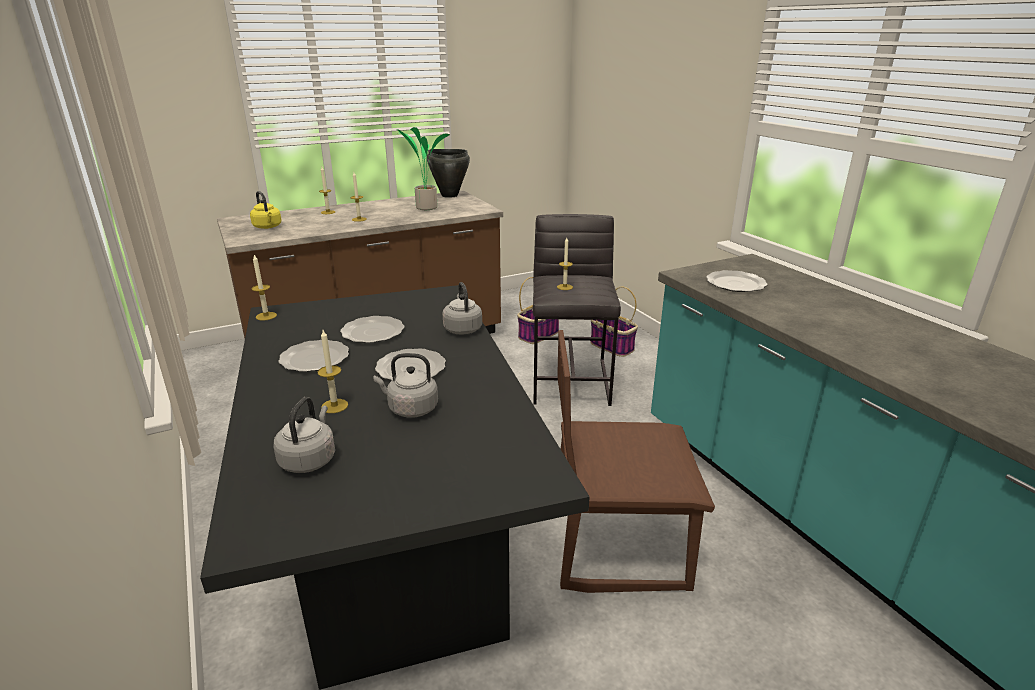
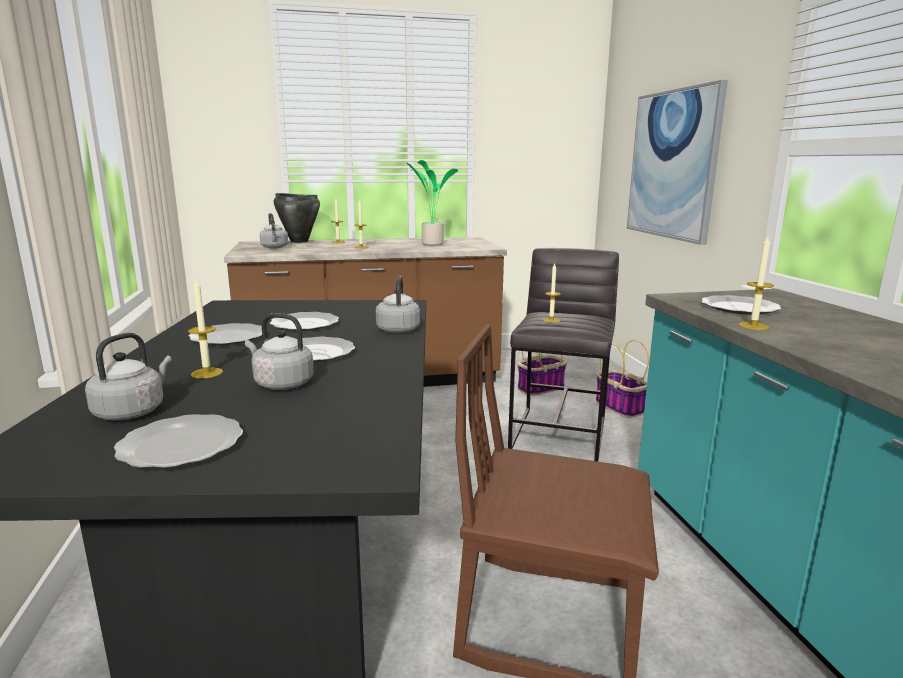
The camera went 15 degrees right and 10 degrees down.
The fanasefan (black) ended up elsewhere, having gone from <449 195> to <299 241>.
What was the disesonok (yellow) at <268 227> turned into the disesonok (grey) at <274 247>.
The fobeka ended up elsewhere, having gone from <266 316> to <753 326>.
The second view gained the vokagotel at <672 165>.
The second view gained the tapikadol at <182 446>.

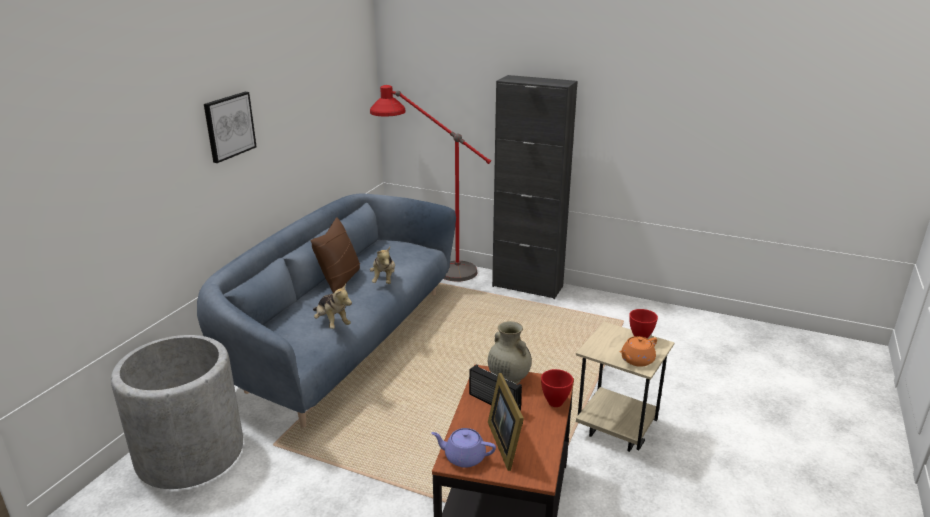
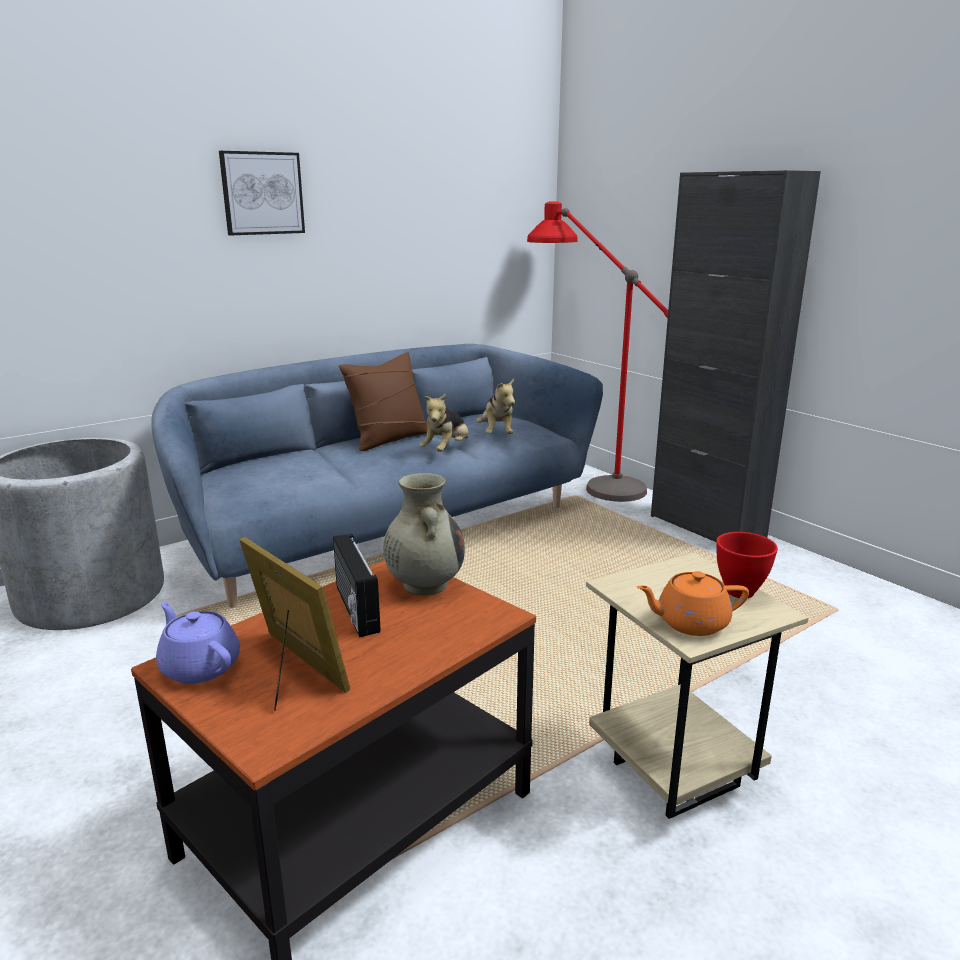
The camera went 30 degrees right and 5 degrees down.
The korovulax ended up elsewhere, having gone from <332 323> to <497 434>.
The second view lost the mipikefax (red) at <555 402>.
The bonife at <507 442> ended up facing another way, 120 degrees clockwise from before.

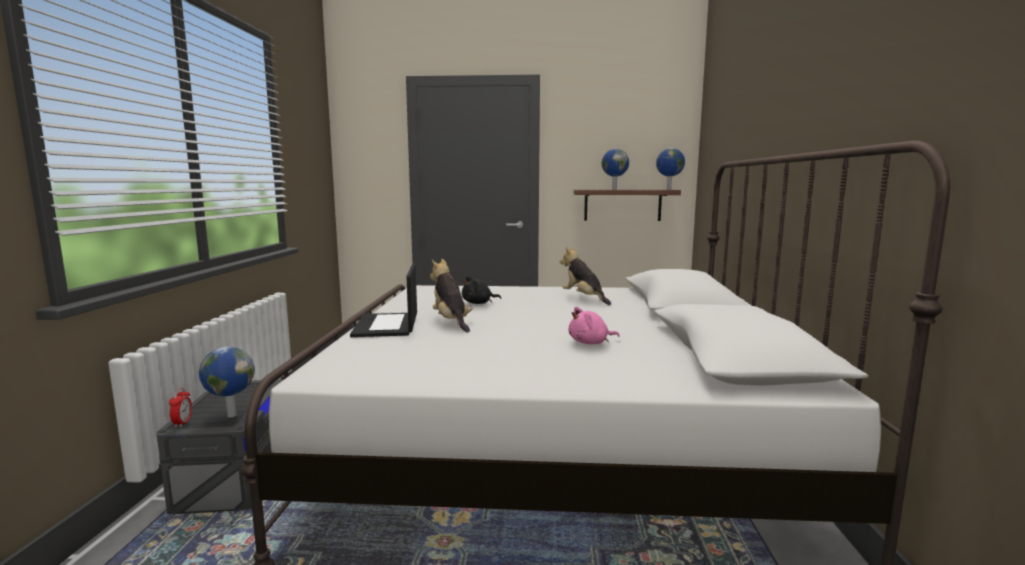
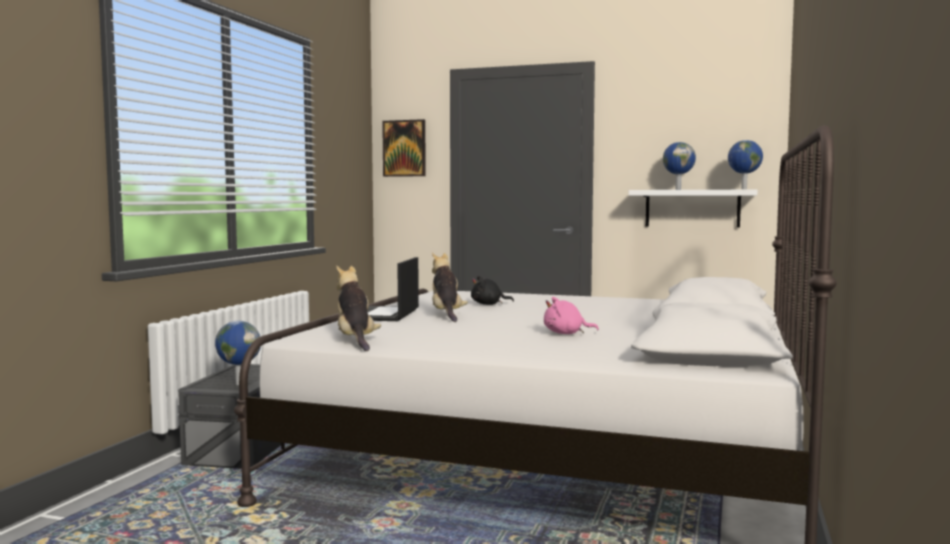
The camera went 15 degrees right and 5 degrees down.
What was the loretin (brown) at <622 205> turned into the loretin (white) at <692 208>.
The korovulax ended up elsewhere, having gone from <584 298> to <355 341>.
The second view lost the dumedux at <182 423>.
The second view gained the vokagotel at <404 148>.

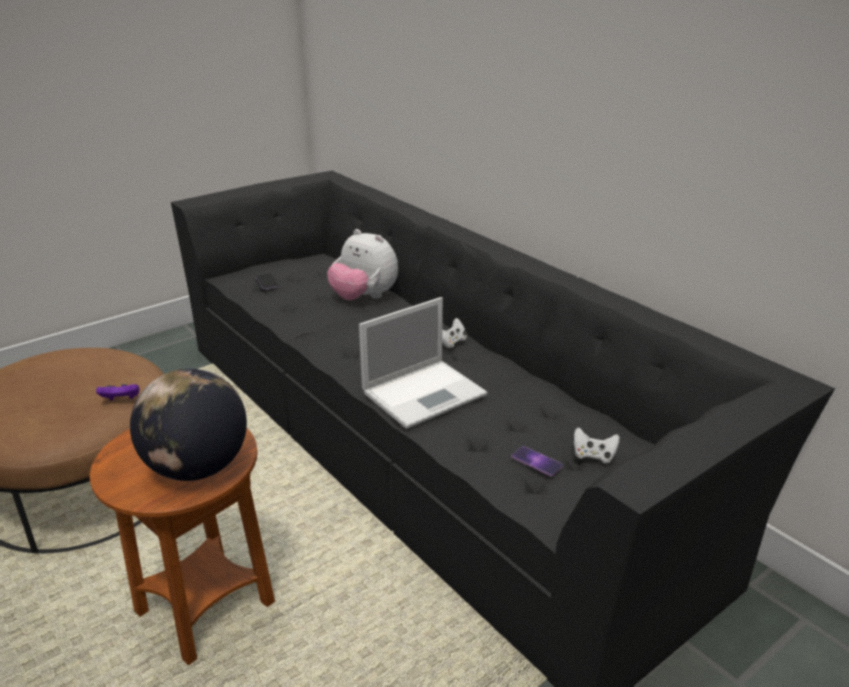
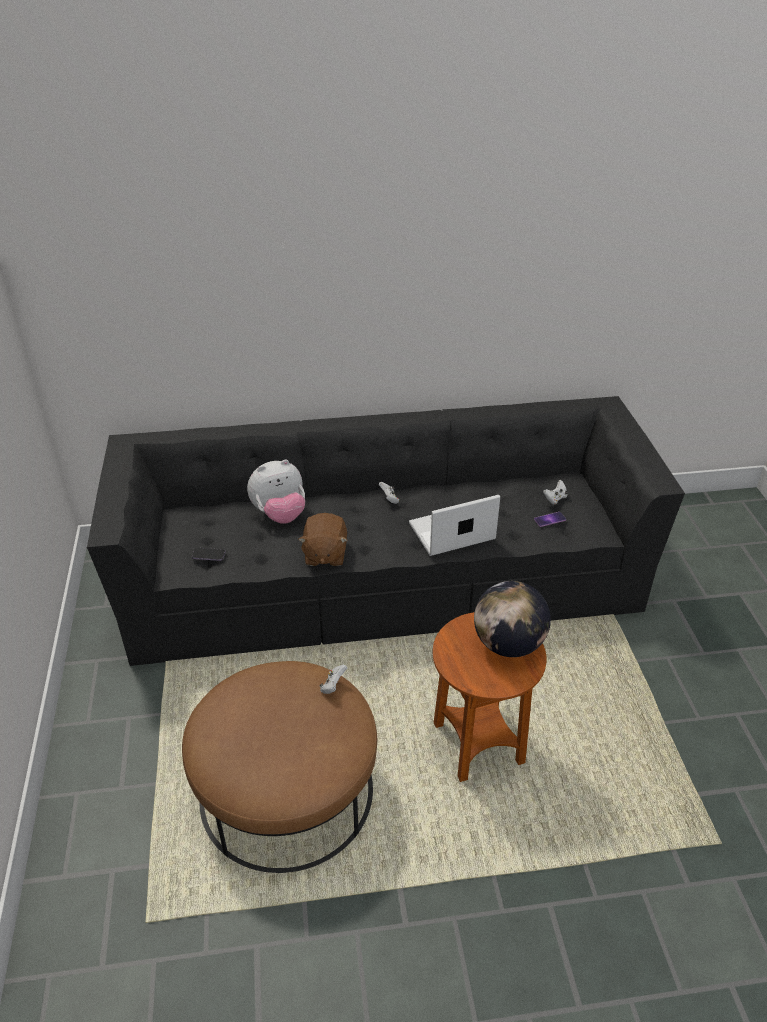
The camera went 60 degrees left and 10 degrees up.
The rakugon at <426 393> ended up facing another way, 105 degrees counterclockwise from before.
What was the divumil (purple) at <121 400> turned into the divumil (white) at <333 686>.
The second view gained the korovulax (brown) at <324 554>.

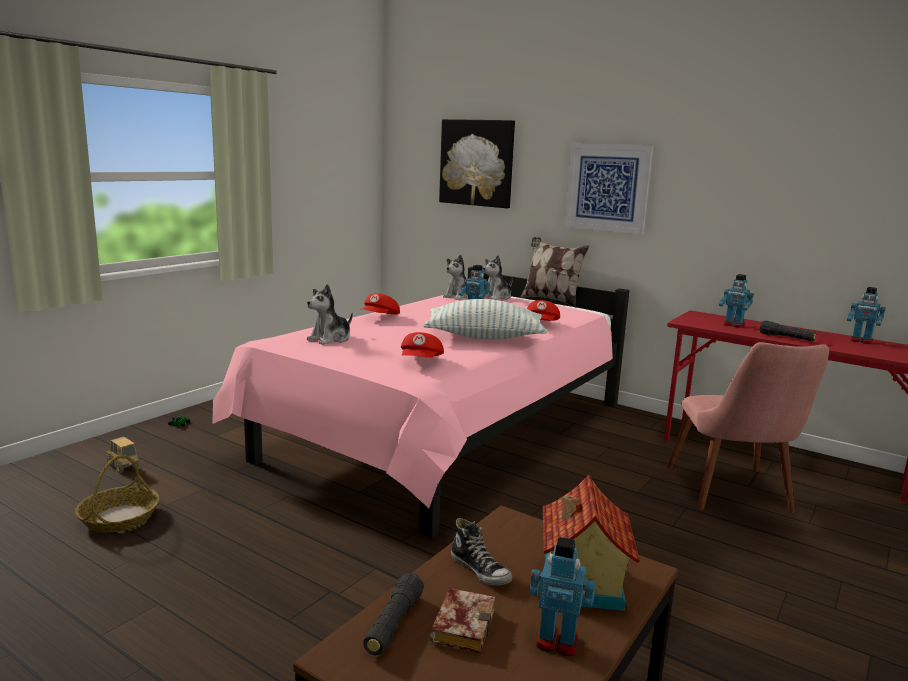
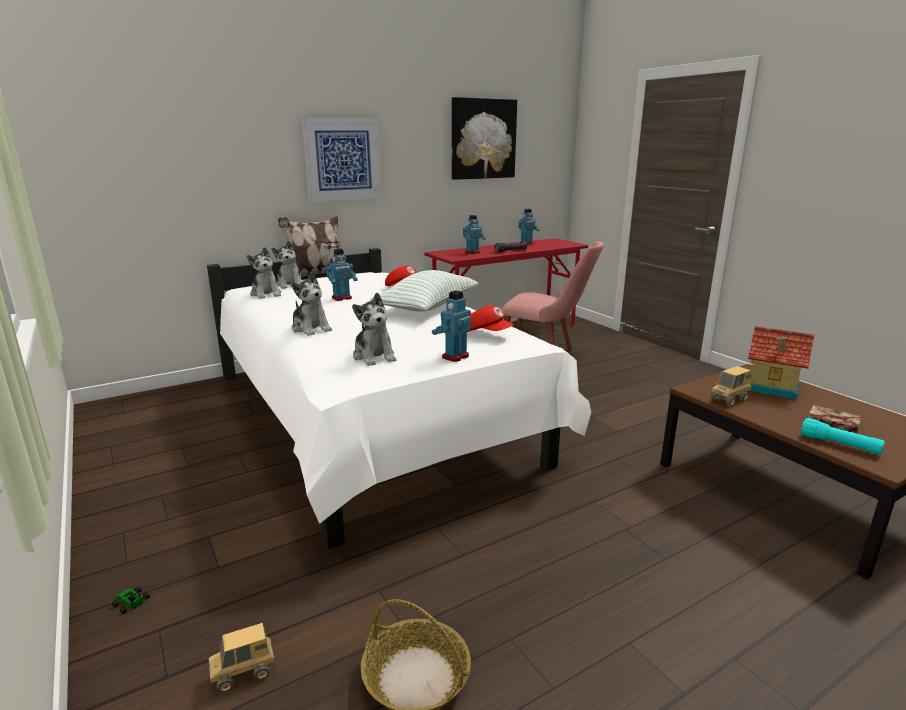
The camera went 65 degrees left and 5 degrees up.
The vokagotel ended up elsewhere, having gone from <477 163> to <483 139>.
What was the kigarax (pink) at <445 434> turned into the kigarax (white) at <370 421>.
Where the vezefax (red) stood at <380 317>, the korovulax came to stand at <311 328>.
The second view lost the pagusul at <480 570>.
The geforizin ended up elsewhere, having gone from <557 641> to <454 356>.
What was the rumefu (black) at <393 624> turned into the rumefu (turquoise) at <839 444>.
The second view gained the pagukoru at <729 400>.

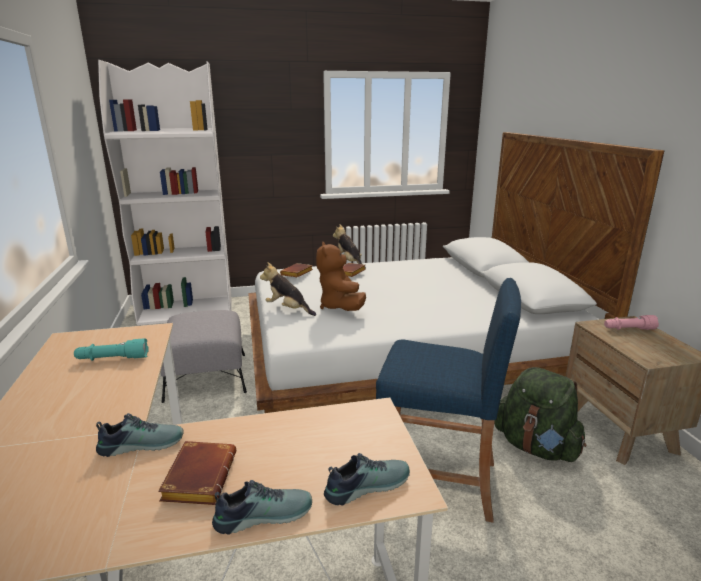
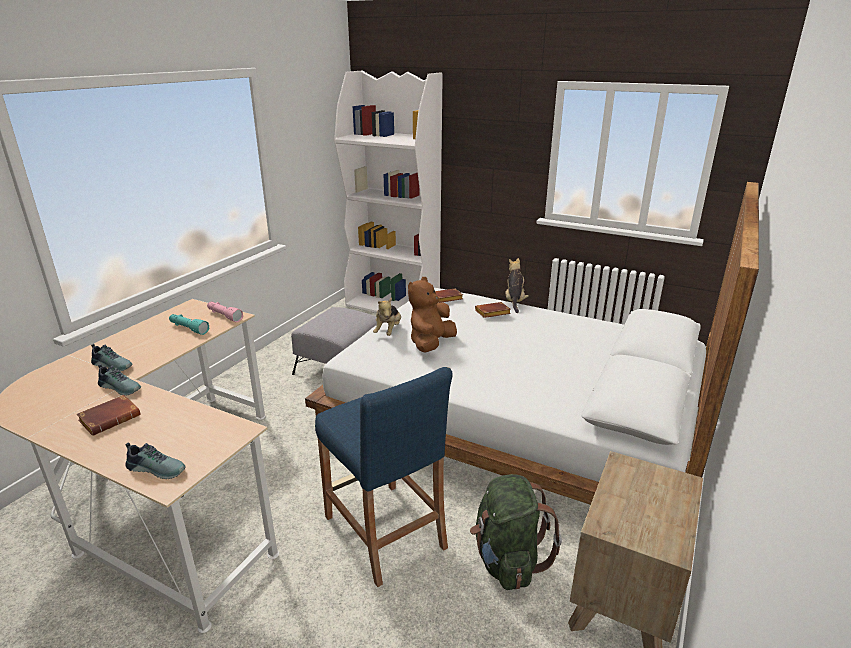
The camera went 40 degrees right and 5 degrees up.
The korovulax at <288 309> ended up facing another way, 150 degrees counterclockwise from before.
The rumefu (pink) ended up elsewhere, having gone from <628 329> to <224 316>.
The pagusul ended up elsewhere, having gone from <263 514> to <113 365>.

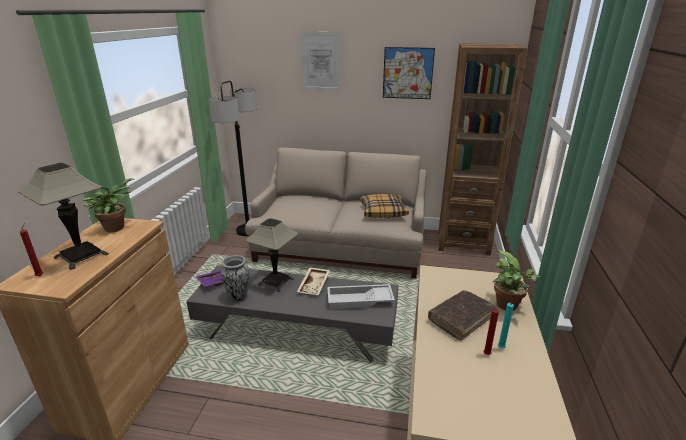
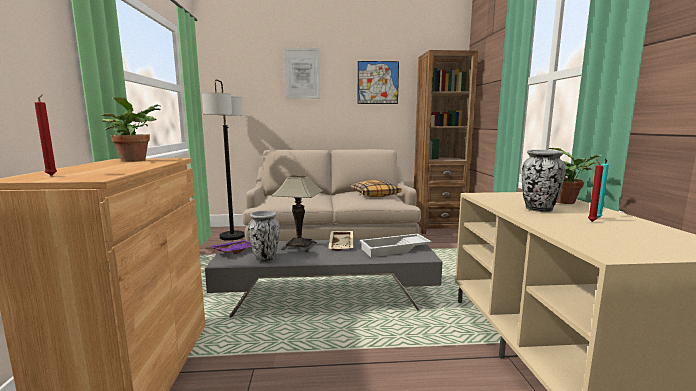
The camera went 15 degrees left and 15 degrees down.
The second view lost the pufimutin at <81 256>.
Where the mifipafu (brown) stood at <461 319>, the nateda came to stand at <538 209>.

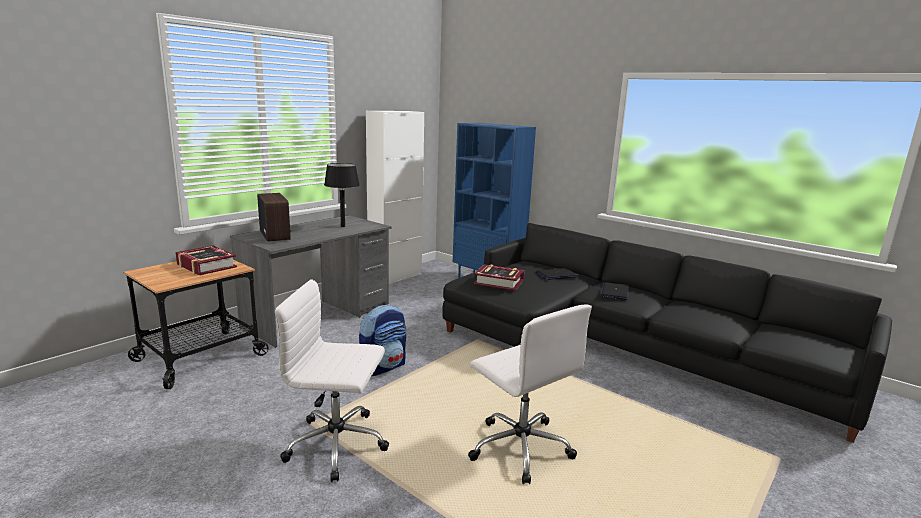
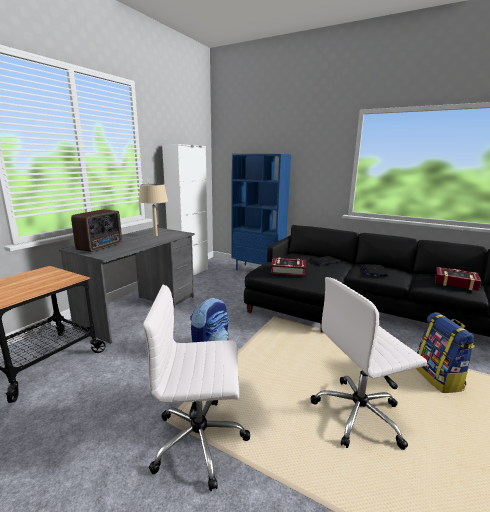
The camera went 10 degrees left and 0 degrees up.
What was the pufimutin (black) at <343 226> turned into the pufimutin (beige) at <156 235>.
The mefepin at <275 236> ended up facing another way, 60 degrees clockwise from before.
The mifipafu ended up elsewhere, having gone from <206 266> to <455 282>.
The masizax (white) at <520 447> ended up facing another way, 120 degrees clockwise from before.
The second view gained the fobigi at <439 378>.

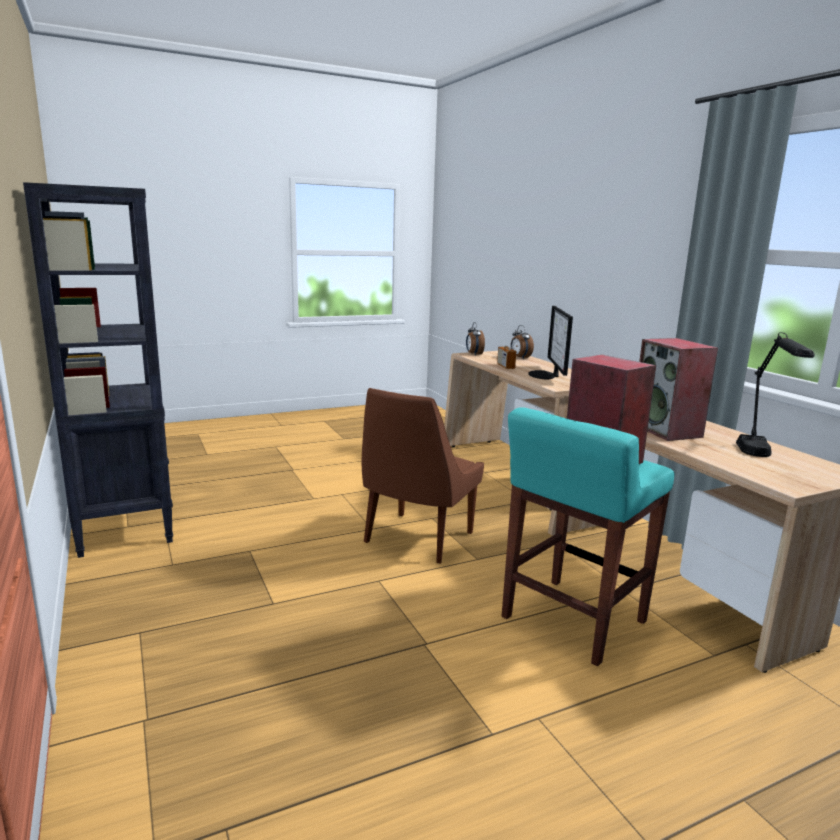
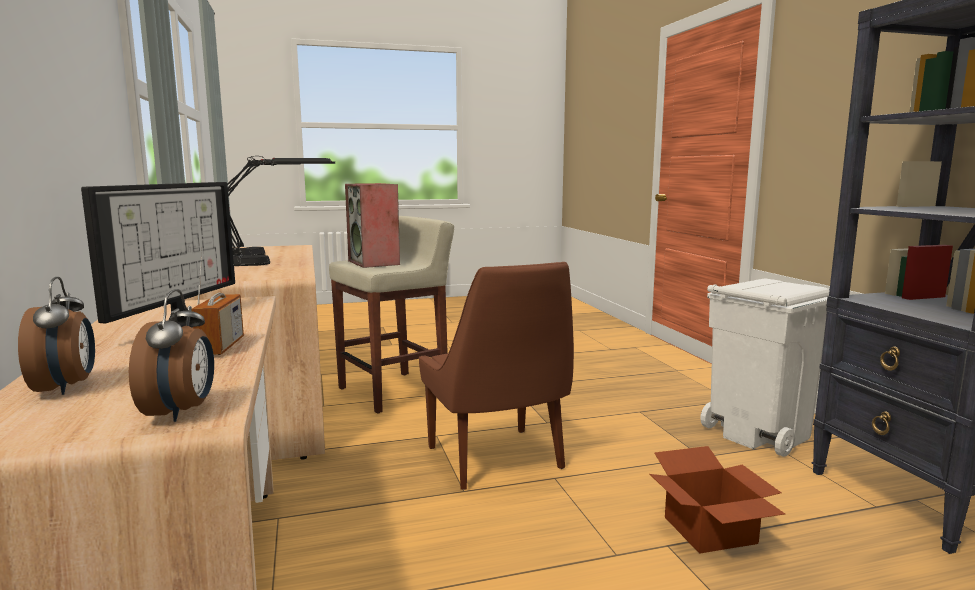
The camera went 170 degrees left and 5 degrees down.
Where the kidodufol stood at <667 431>, the pufimutin (black) came to stand at <276 263>.
The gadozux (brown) at <416 539> ended up facing another way, 120 degrees clockwise from before.
What was the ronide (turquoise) at <572 620> turned into the ronide (beige) at <394 391>.
The second view gained the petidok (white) at <759 433>.
The second view gained the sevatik at <710 532>.

